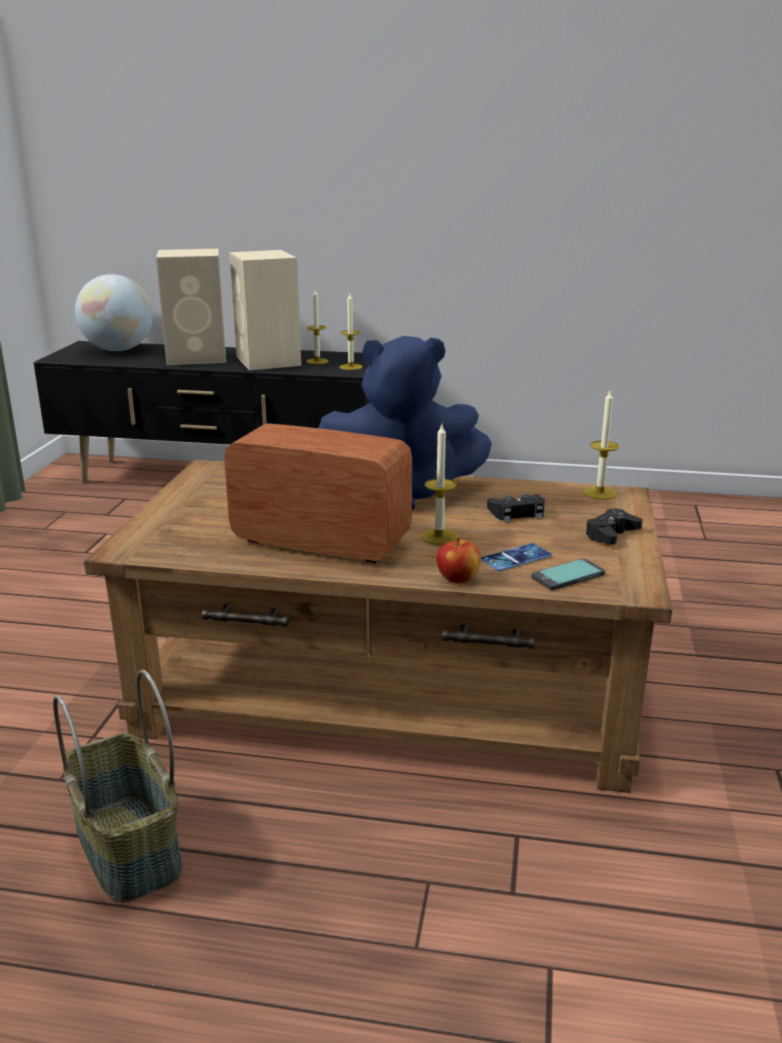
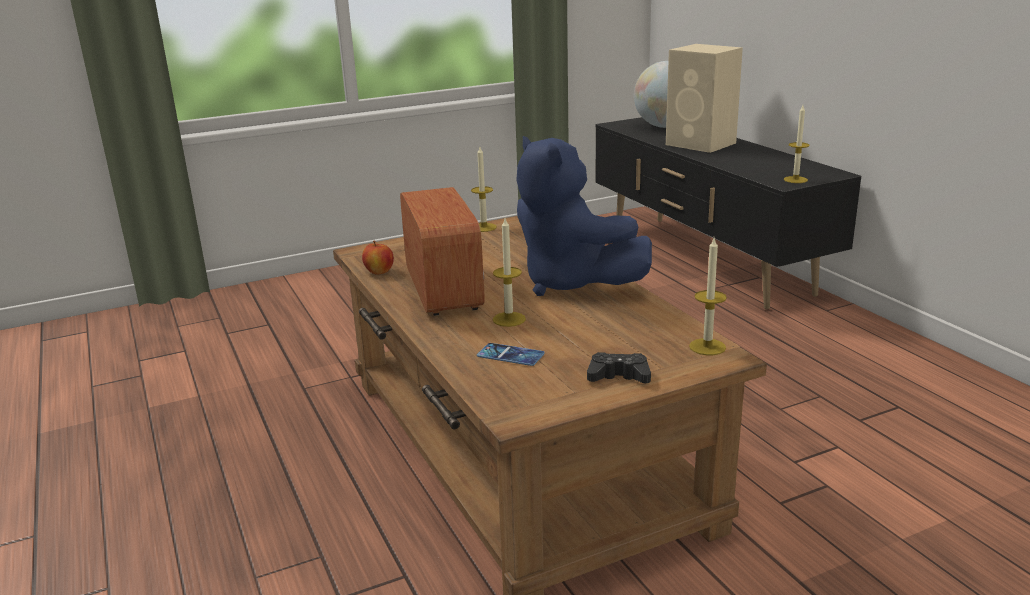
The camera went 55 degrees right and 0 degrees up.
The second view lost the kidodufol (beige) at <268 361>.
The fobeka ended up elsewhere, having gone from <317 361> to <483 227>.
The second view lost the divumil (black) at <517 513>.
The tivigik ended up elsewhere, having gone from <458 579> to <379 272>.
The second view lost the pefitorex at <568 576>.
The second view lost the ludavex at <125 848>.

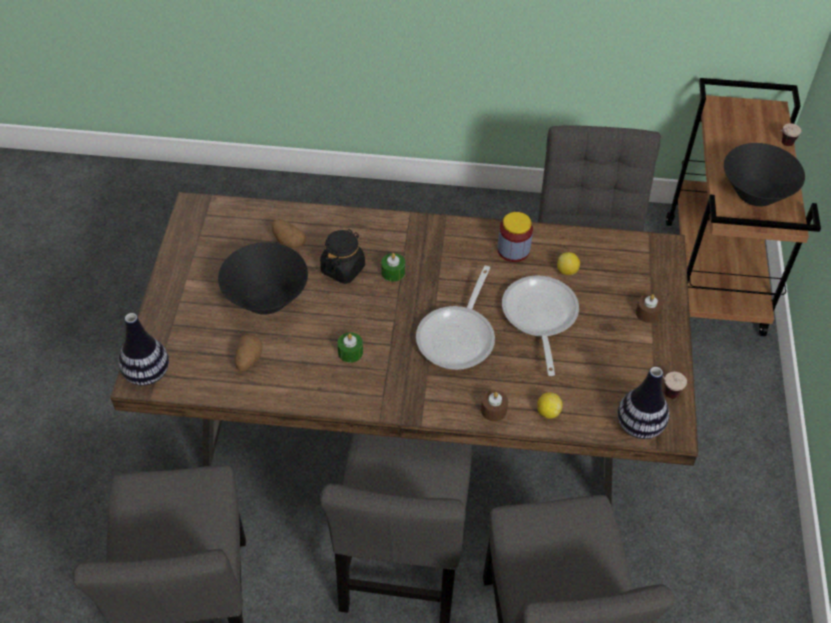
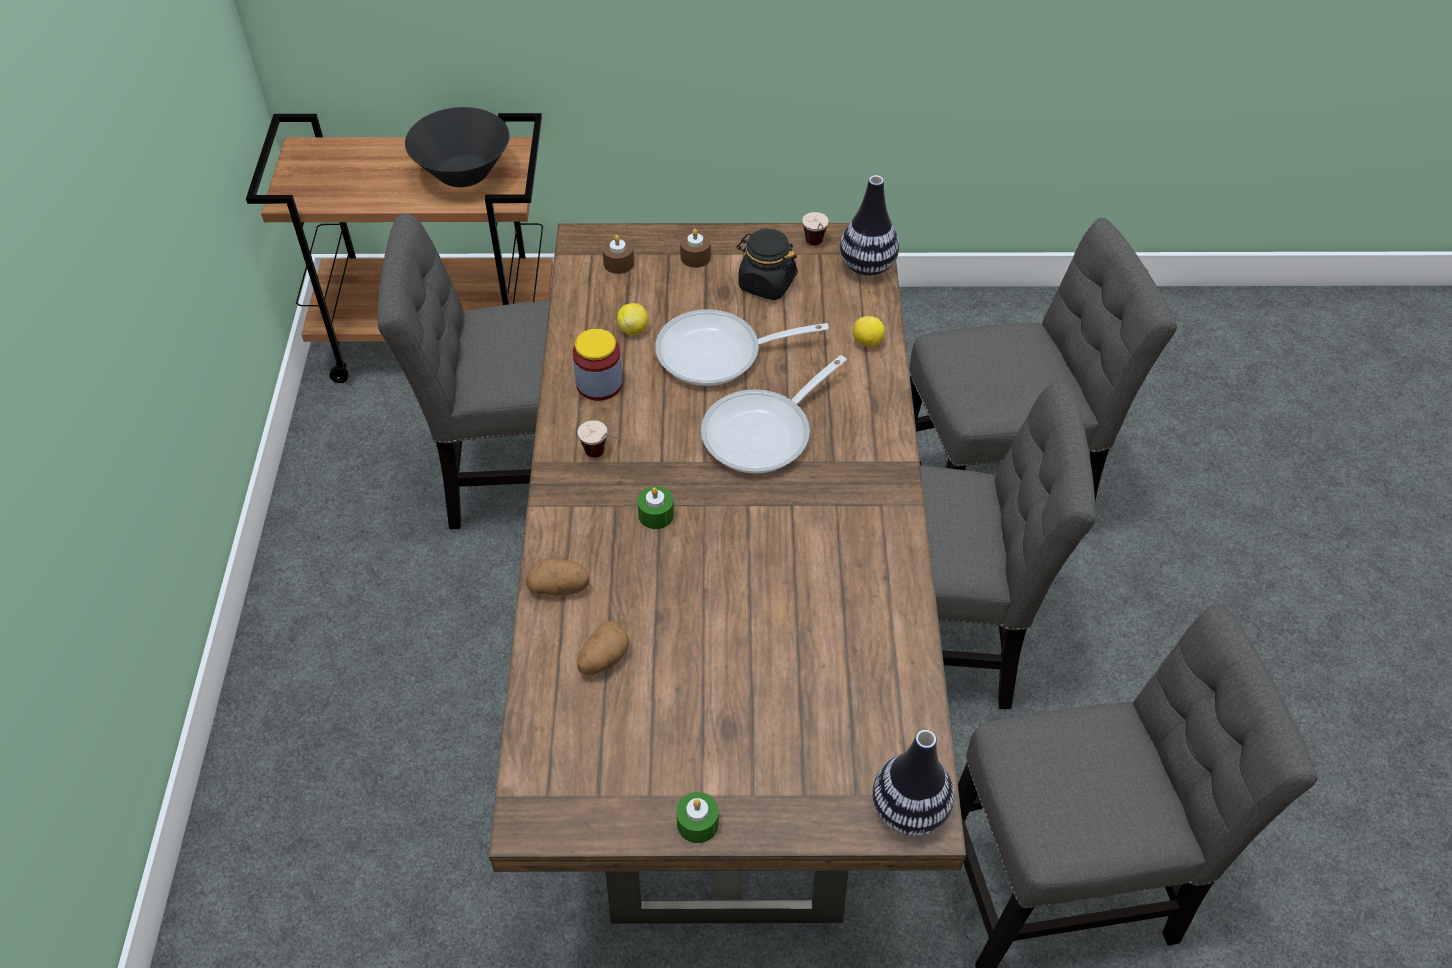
The camera went 95 degrees left and 0 degrees up.
The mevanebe ended up elsewhere, having gone from <782 146> to <603 457>.
The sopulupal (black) ended up elsewhere, having gone from <343 269> to <766 283>.
The second view lost the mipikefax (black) at <266 299>.
The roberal at <458 336> ended up facing another way, 120 degrees clockwise from before.
The fobeka (green) ended up elsewhere, having gone from <350 352> to <697 823>.
The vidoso ended up elsewhere, having gone from <248 360> to <560 587>.
The fobeka (brown) ended up elsewhere, having gone from <493 410> to <619 263>.

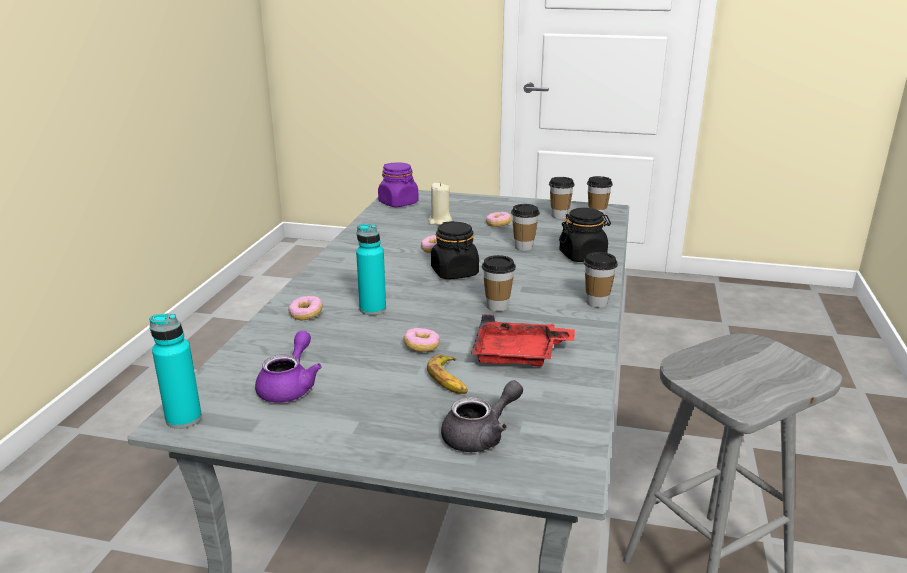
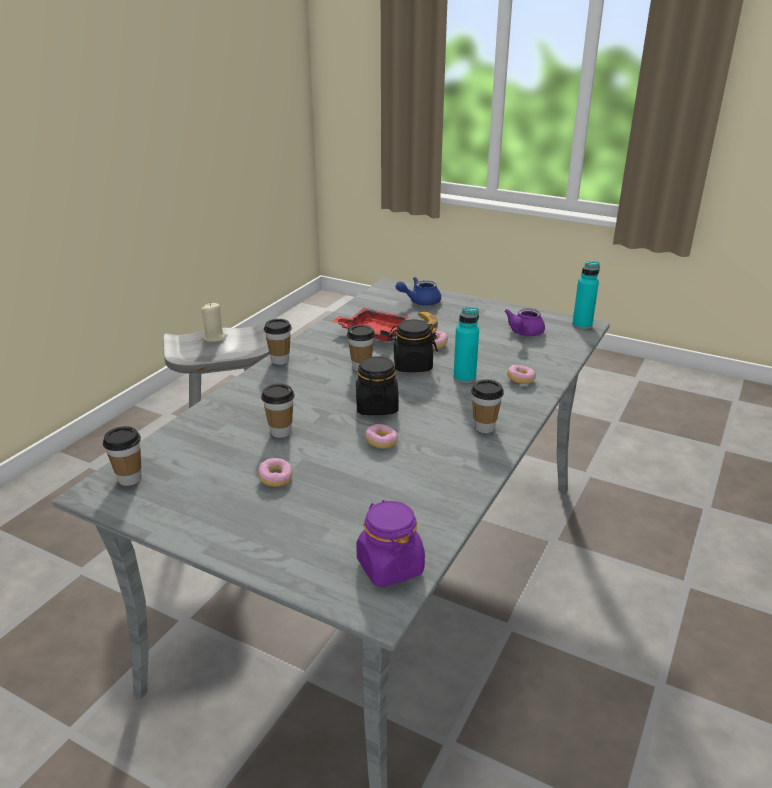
The camera went 165 degrees left and 5 degrees up.
The mevanebe ended up elsewhere, having gone from <559 216> to <484 427>.
The fobeka (beige) ended up elsewhere, having gone from <440 221> to <215 337>.
The sopulupal (black) ended up elsewhere, having gone from <583 256> to <412 365>.
What was the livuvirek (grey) at <481 435> turned into the livuvirek (blue) at <420 302>.

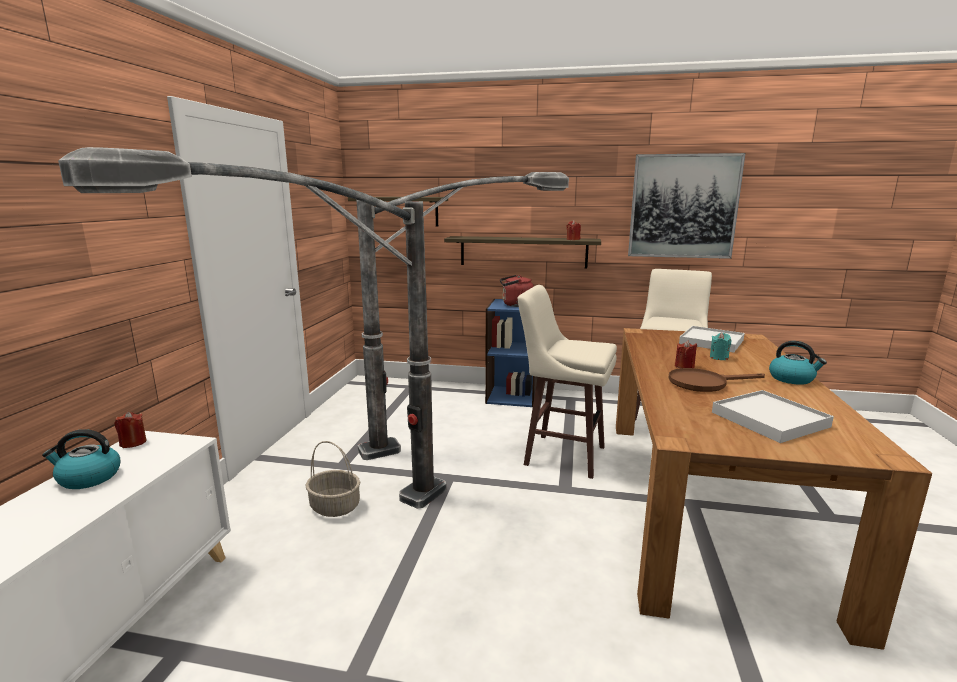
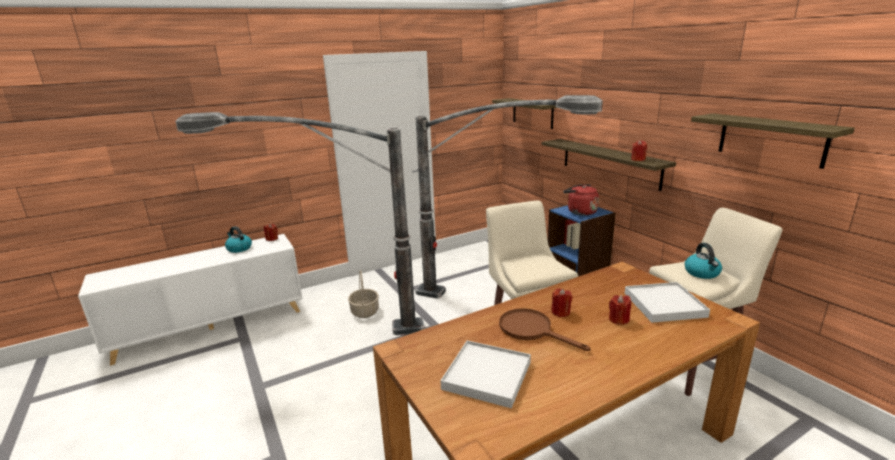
The camera went 50 degrees right and 5 degrees up.
Where the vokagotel hung at <683 206>, the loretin came to hang at <771 139>.
What was the fobeka (turquoise) at <719 357> turned into the fobeka (red) at <618 319>.
The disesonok ended up elsewhere, having gone from <792 379> to <702 273>.

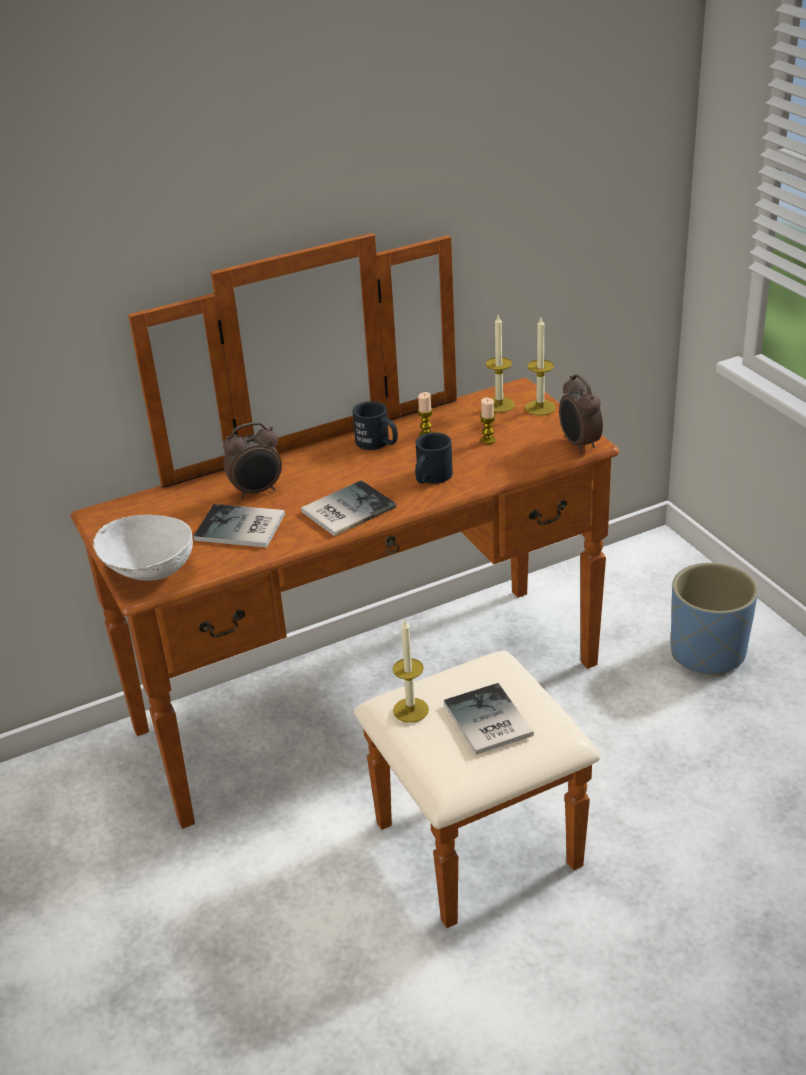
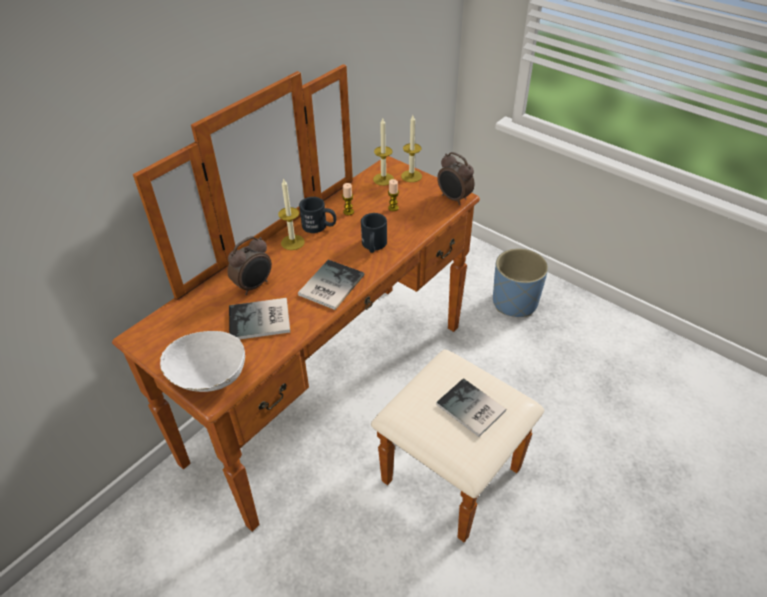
The camera went 25 degrees left and 10 degrees up.
The fobeka ended up elsewhere, having gone from <410 710> to <292 242>.

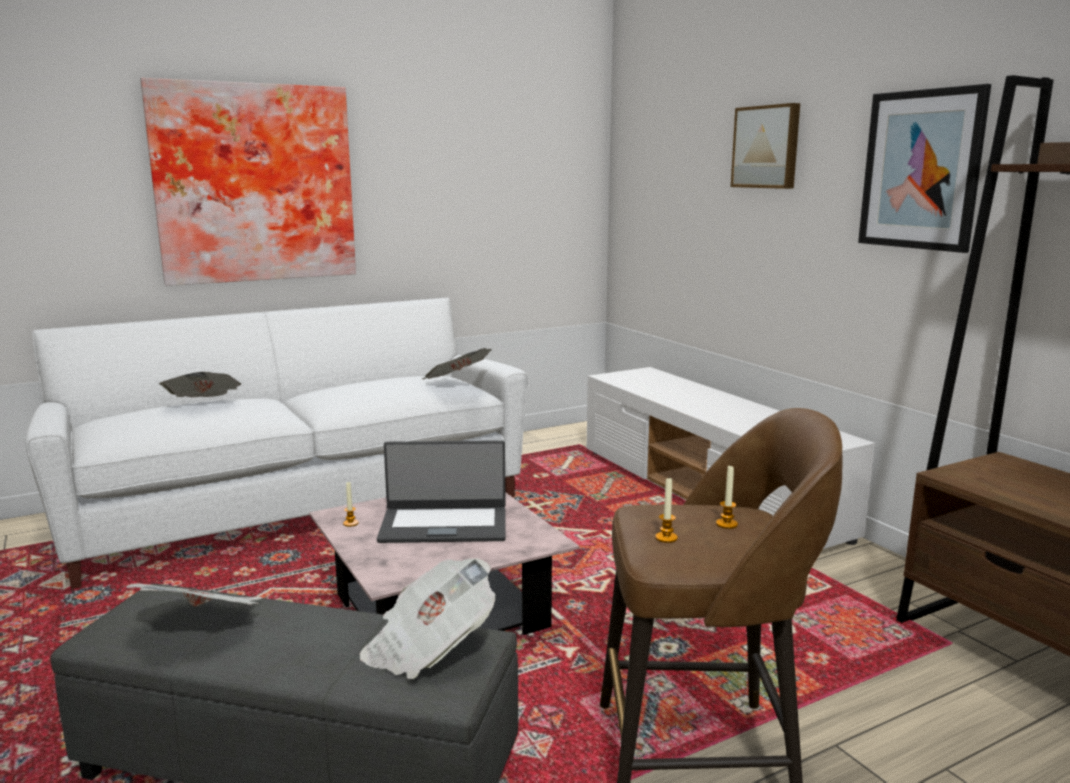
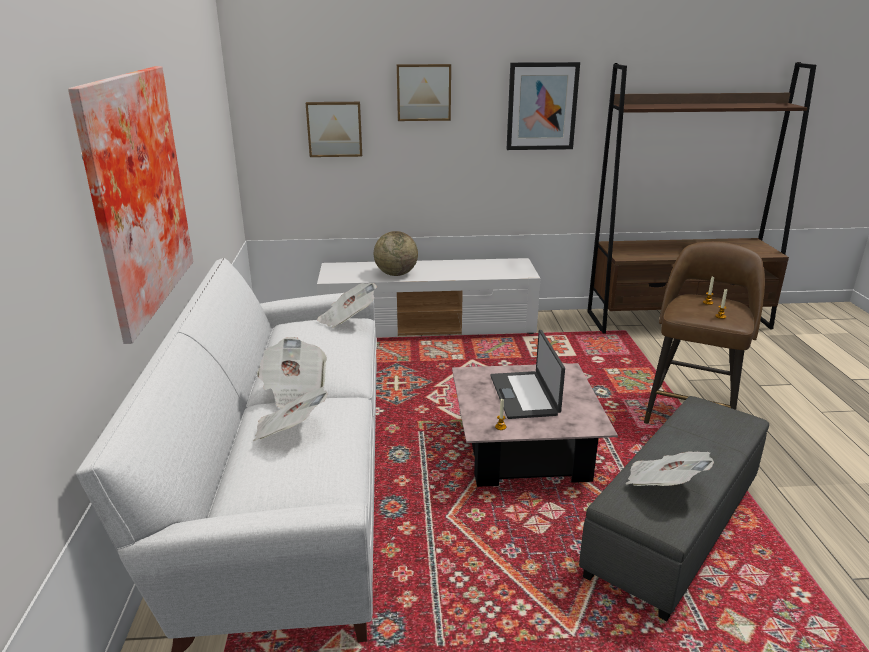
The camera went 65 degrees left and 10 degrees up.
The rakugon at <444 525> ended up facing another way, 150 degrees clockwise from before.
The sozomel ended up elsewhere, having gone from <428 648> to <294 389>.
The second view gained the vokagotel at <334 129>.
The second view gained the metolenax at <396 274>.

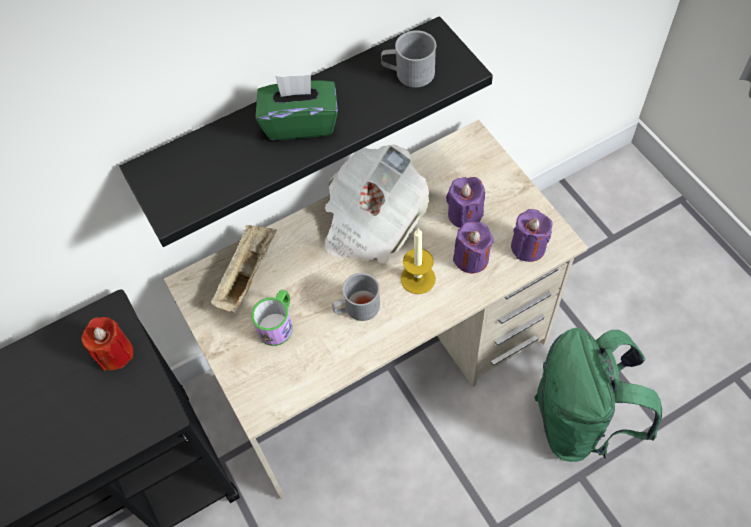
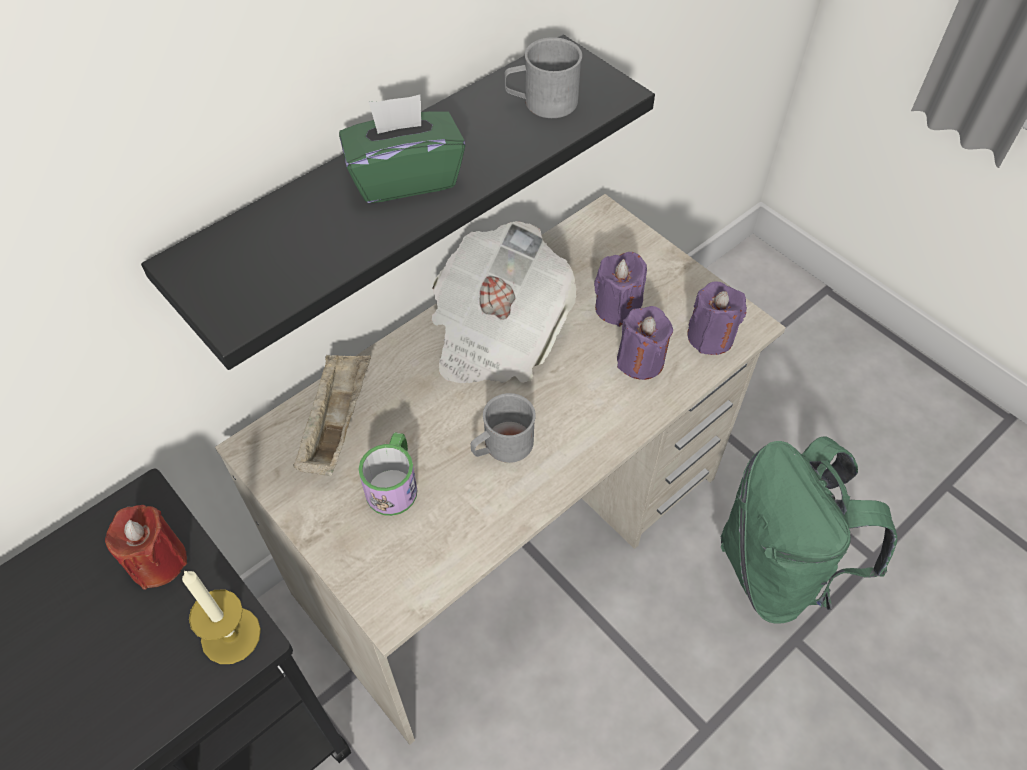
The camera went 15 degrees left and 5 degrees down.
The fobeka ended up elsewhere, having gone from <418 278> to <231 635>.

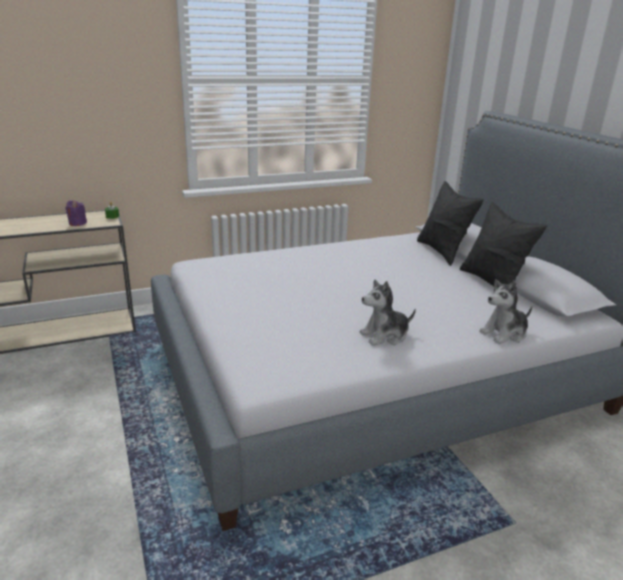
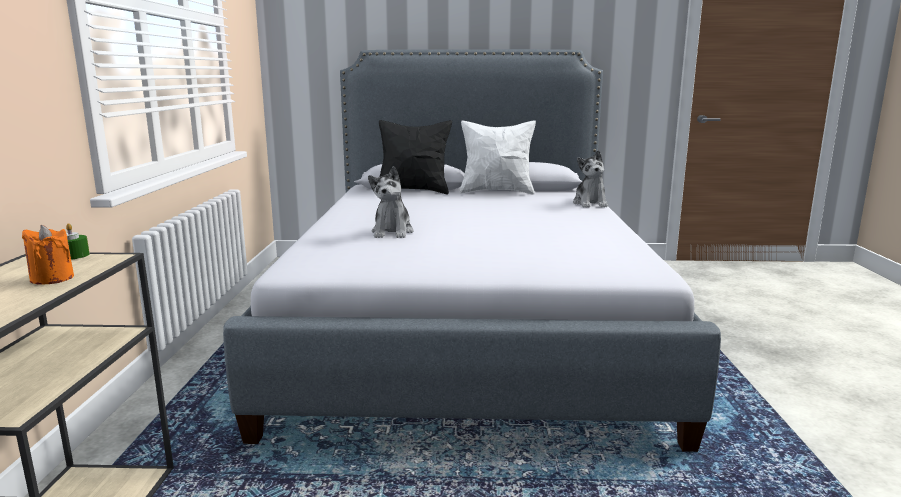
The camera went 65 degrees left and 10 degrees down.
What was the fobeka (purple) at <77 223> turned into the fobeka (orange) at <52 278>.
What was the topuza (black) at <493 283> turned into the topuza (white) at <497 192>.
The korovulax ended up elsewhere, having gone from <385 336> to <392 232>.

